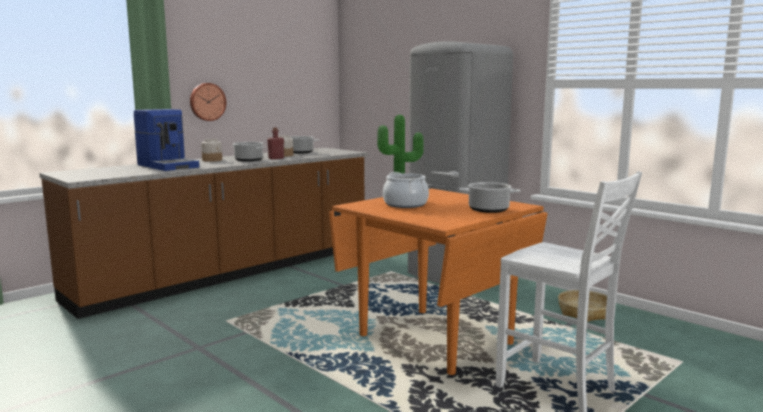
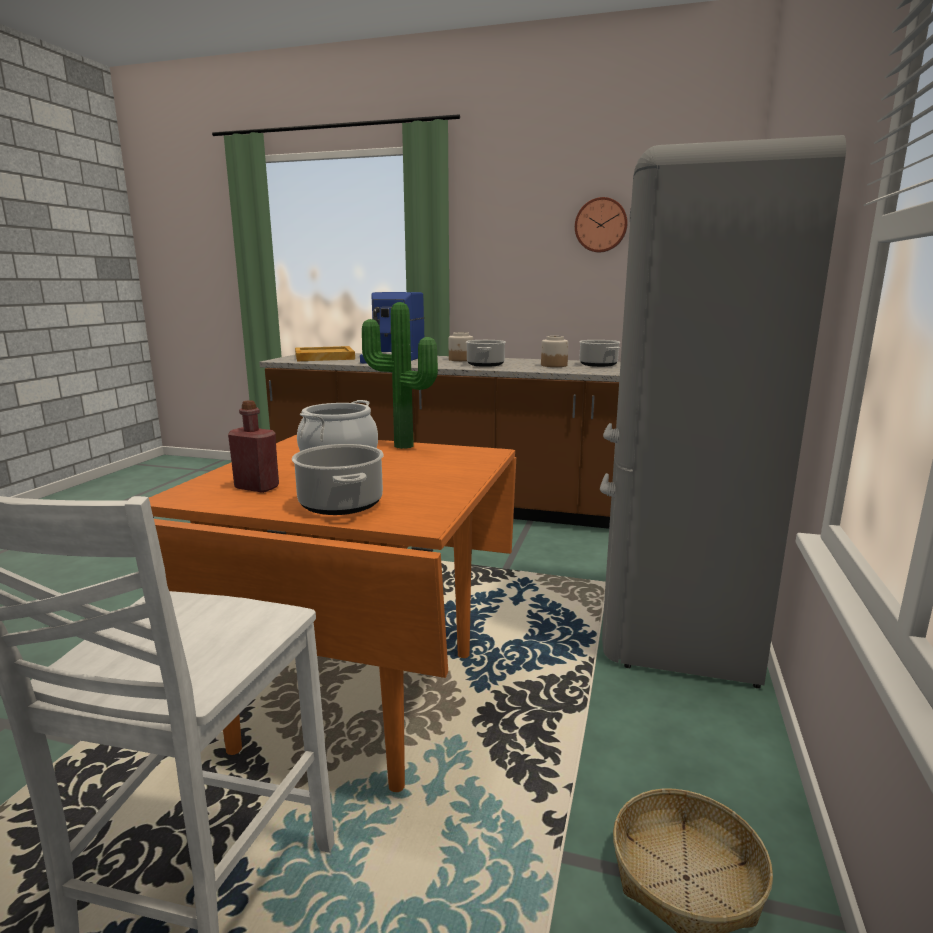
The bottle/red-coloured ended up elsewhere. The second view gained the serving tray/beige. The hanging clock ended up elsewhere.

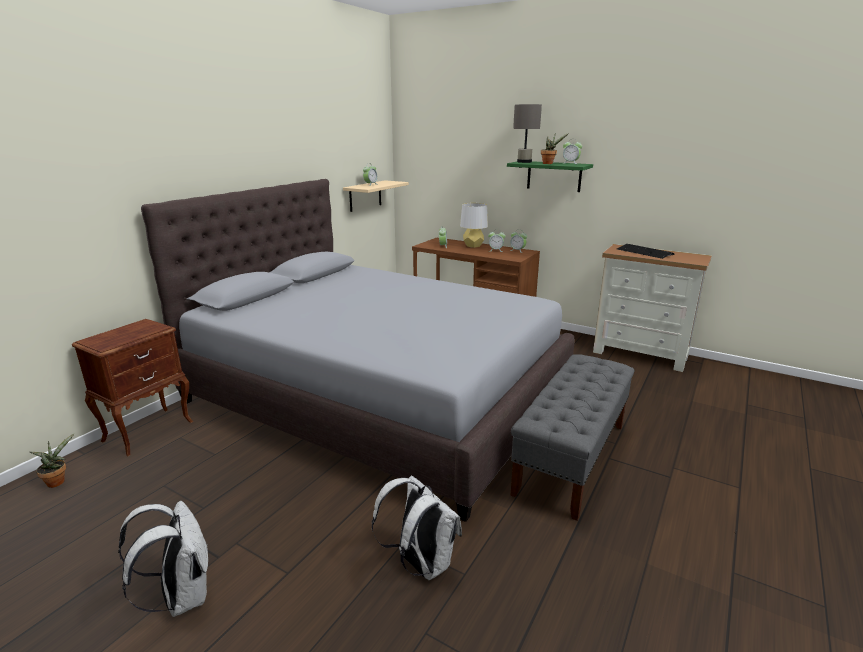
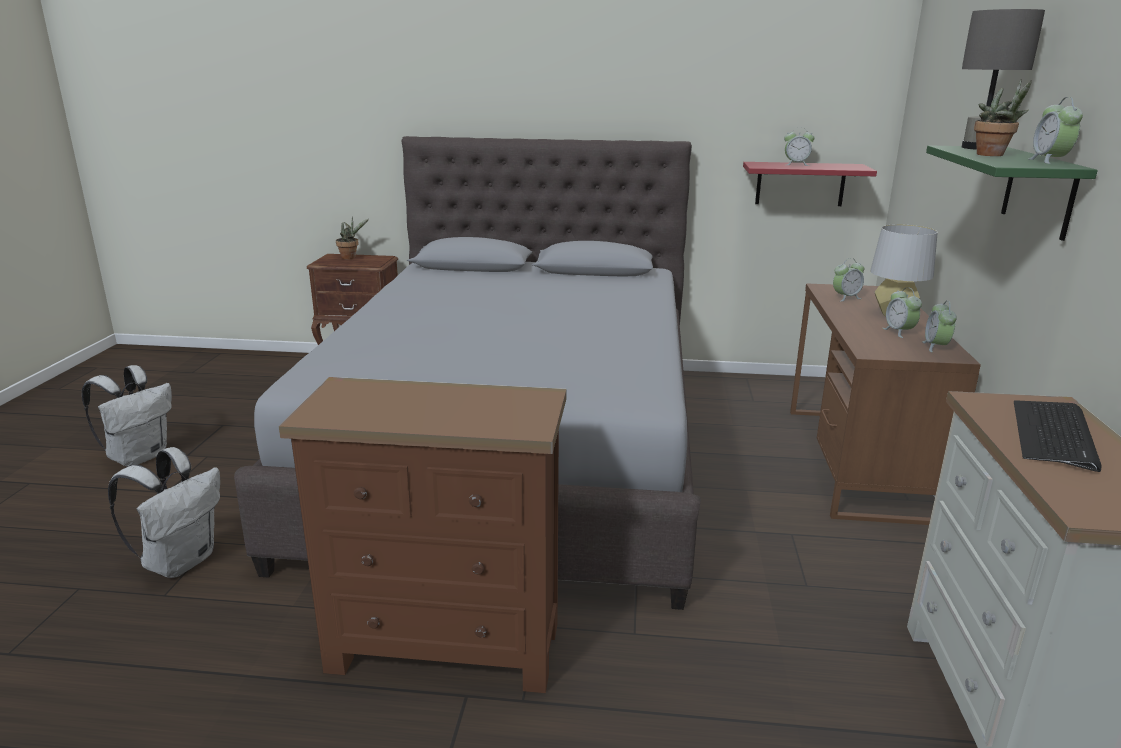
Where the bench/greyish stood, the dresser/brown came to stand. The houseplant (no. 1 from left) ended up elsewhere. What was the wall shelf/beige turned into the wall shelf/red-coloured.

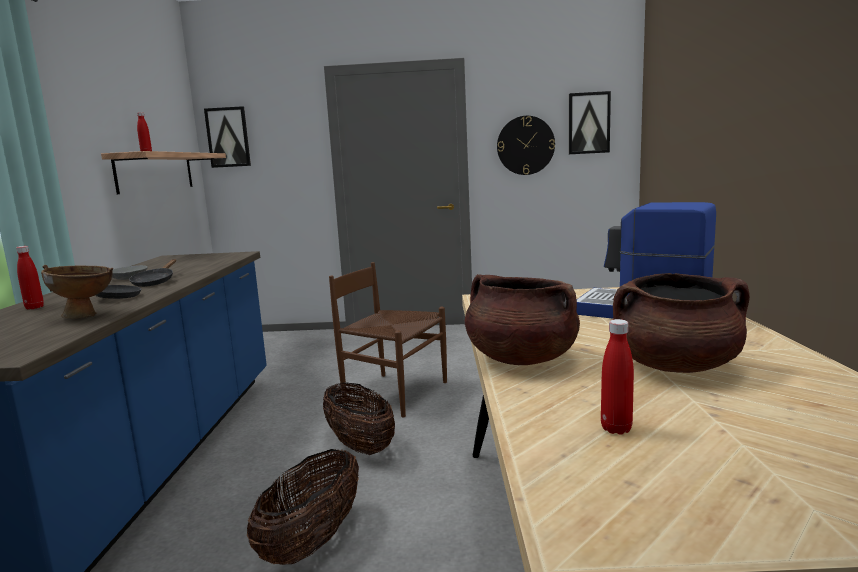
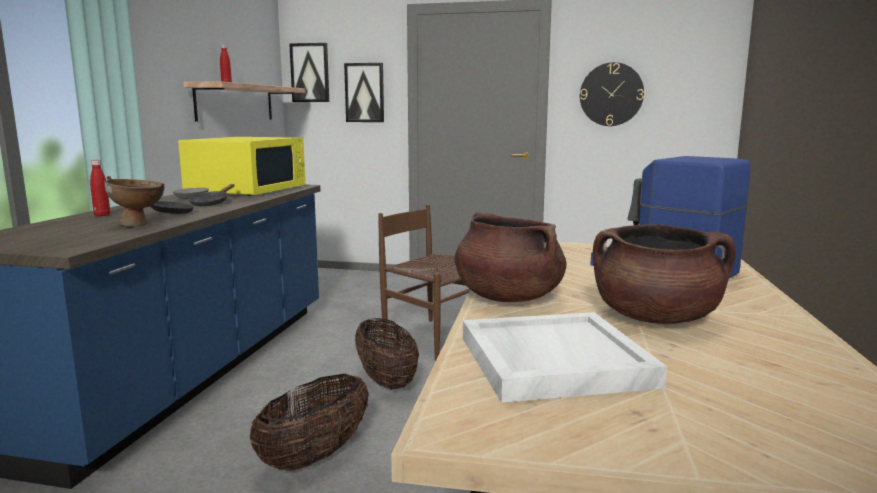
The second view gained the microwave oven/yellowish. The picture (no. 2 from left) ended up elsewhere. Where the bottle/red-coloured (no. 3 from left) stood, the serving tray/whitish came to stand.

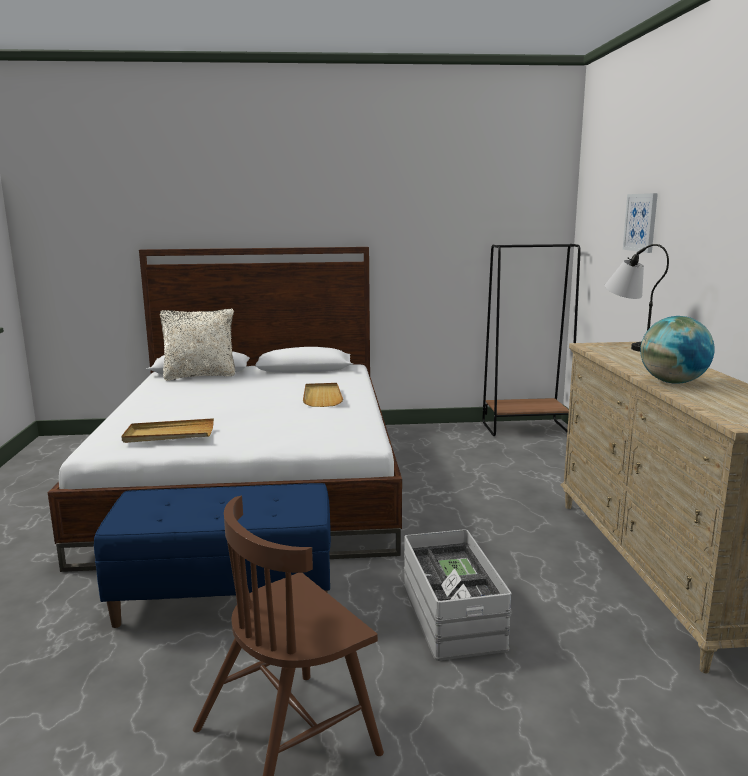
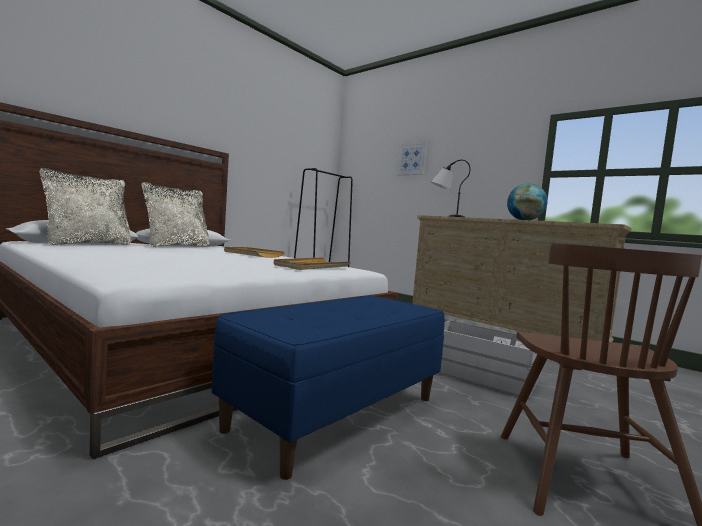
The second view gained the throw pillow/beige (no. 2 from left). The serving tray/beige (no. 1 from left in the first image) ended up elsewhere.

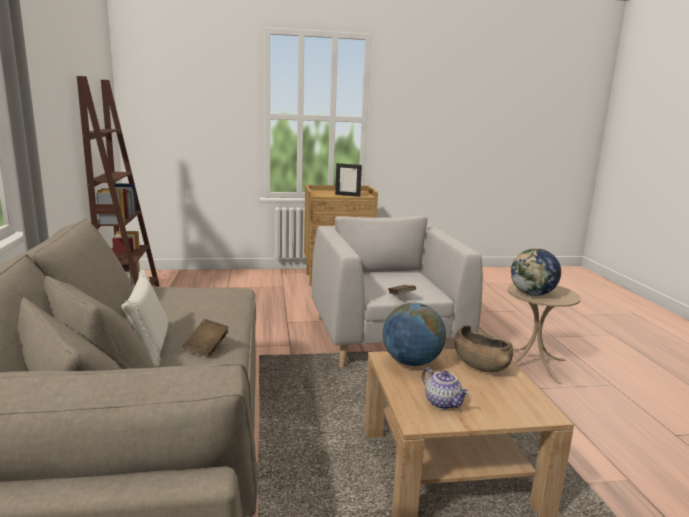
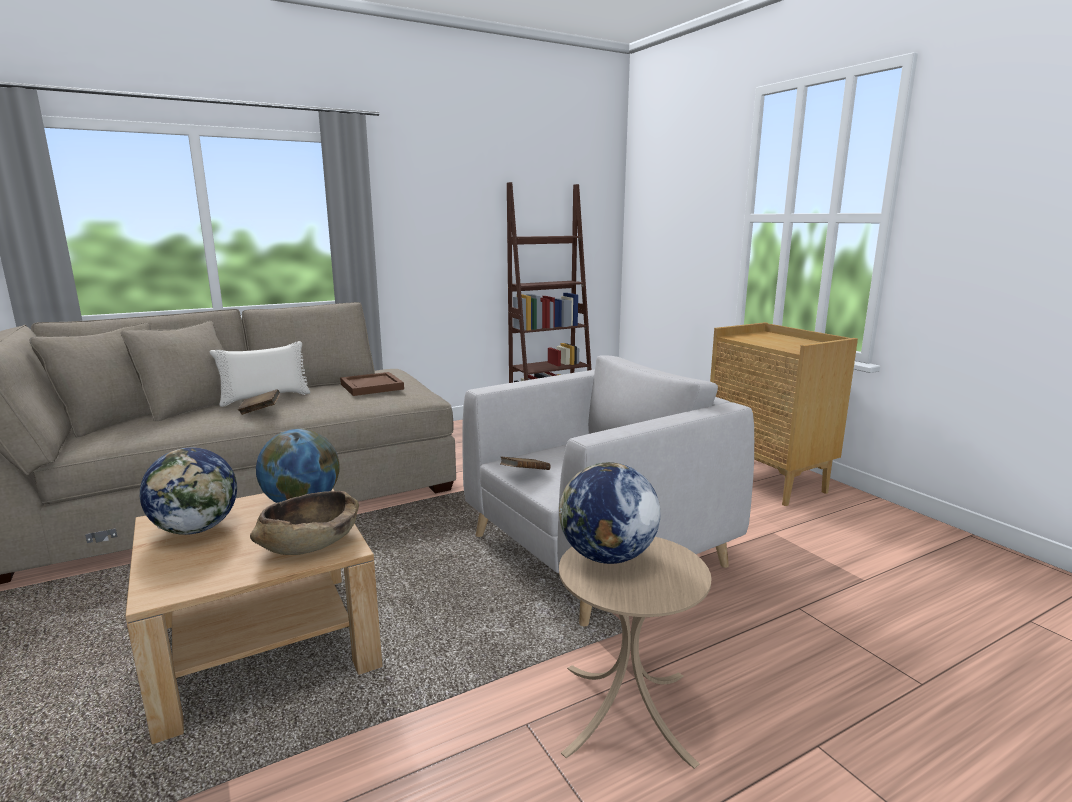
Where the pot for tea stood, the globe (no. 1 from left) came to stand. The second view gained the serving tray/brown. The second view lost the picture frame.

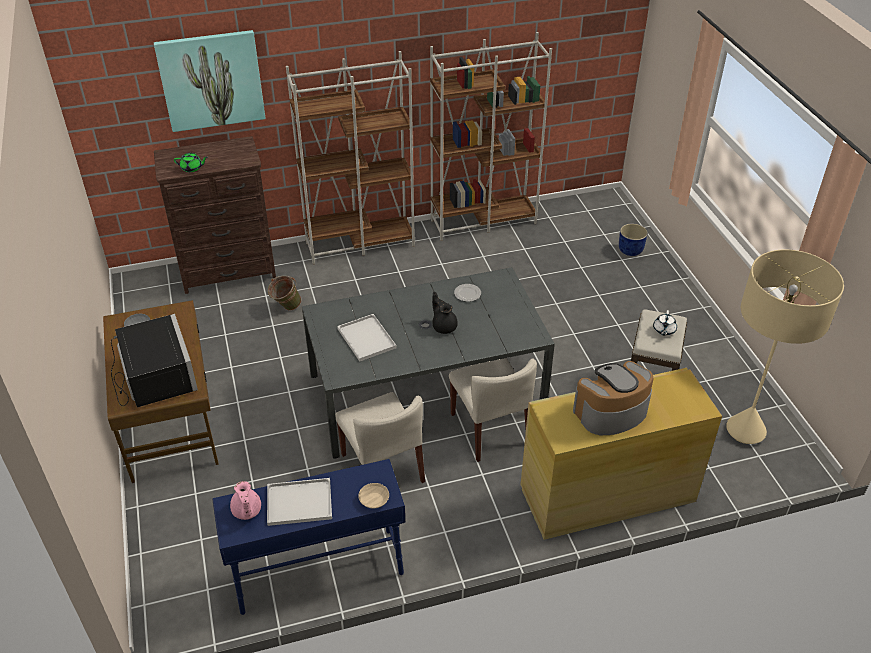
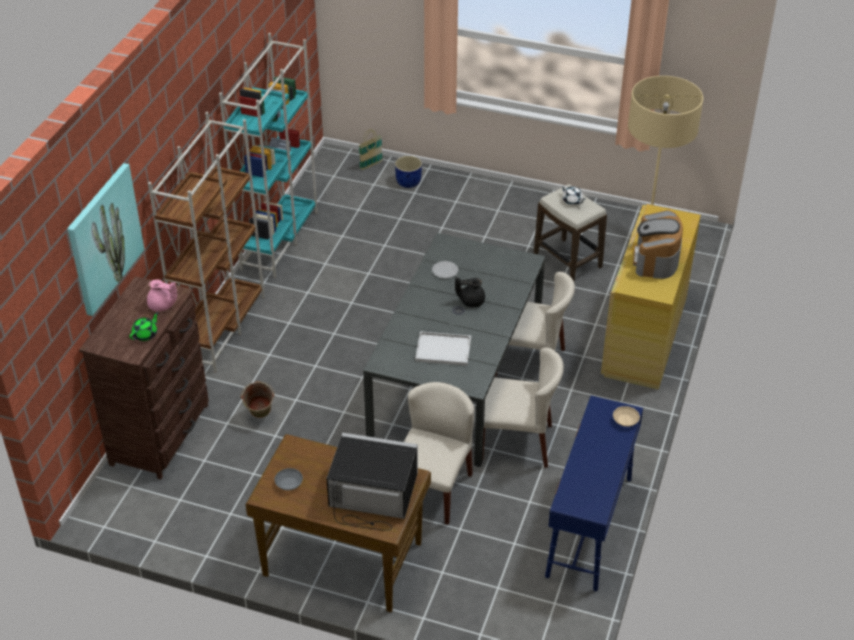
The pot for tea/pink ended up elsewhere. What was the bookshelf/brown (no. 2 from left) turned into the bookshelf/turquoise. The second view gained the basket. The second view gained the upright chair/beige (no. 1 from left). The second view lost the serving tray/whitish (no. 1 from left).

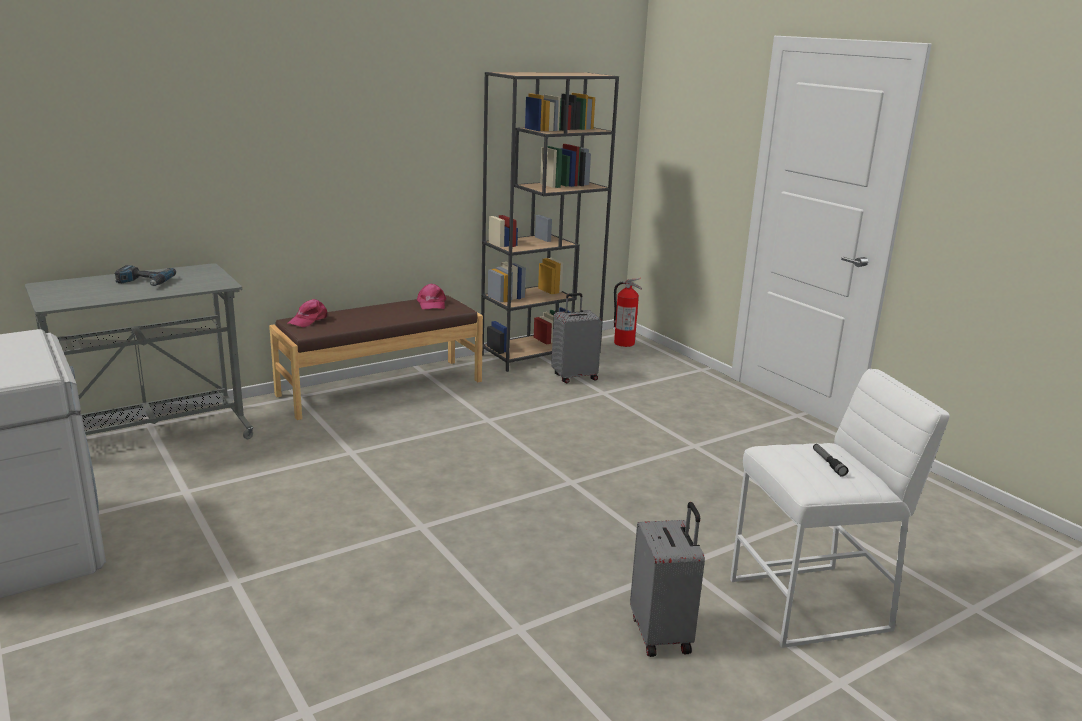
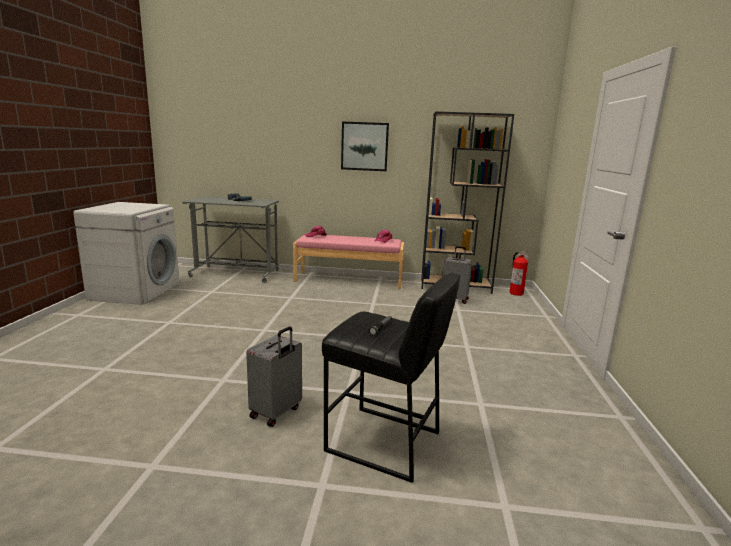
What was the bench/brown turned into the bench/pink. What was the sitting stool/whitish turned into the sitting stool/blackish. The second view gained the picture.

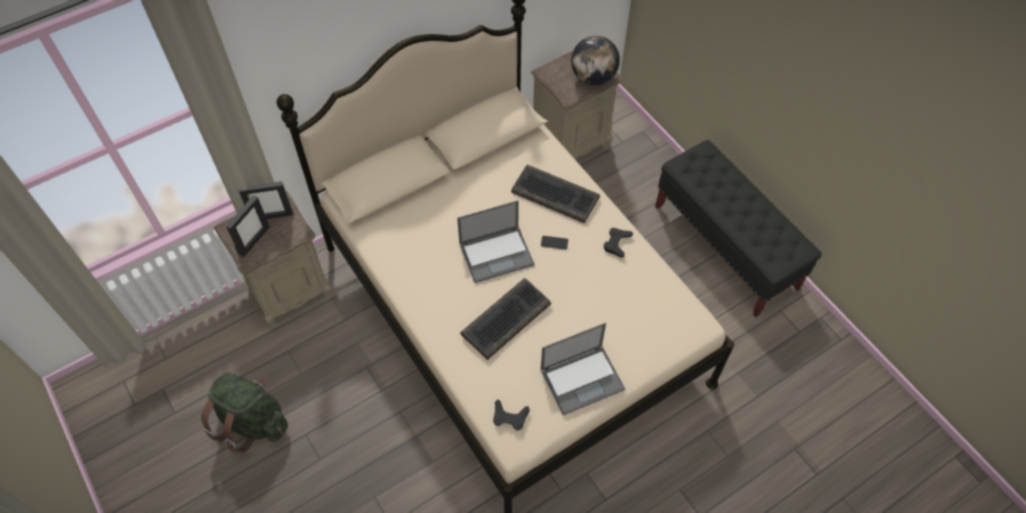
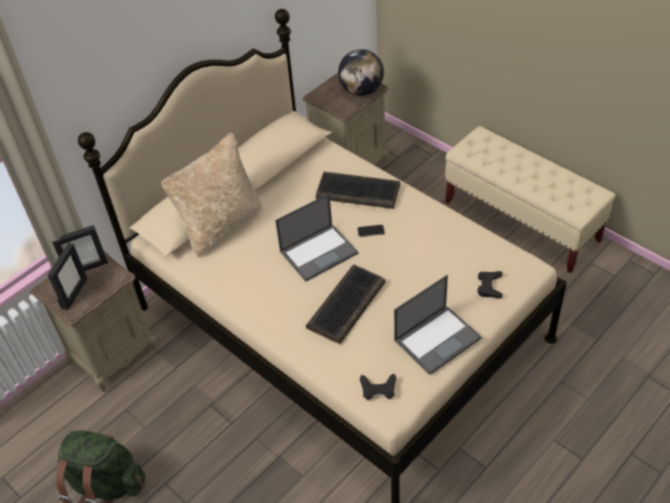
The second view gained the throw pillow/beige. What was the bench/blackish turned into the bench/beige. The game controller/blackish (no. 2 from left) ended up elsewhere.

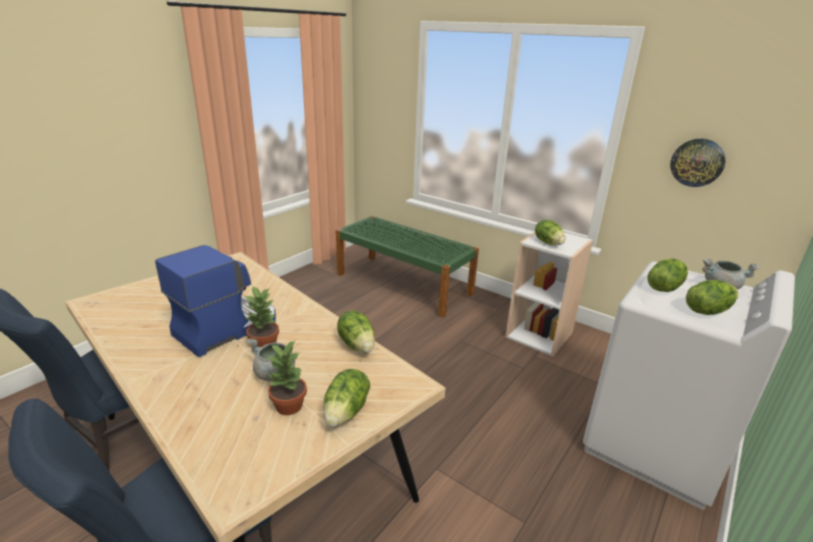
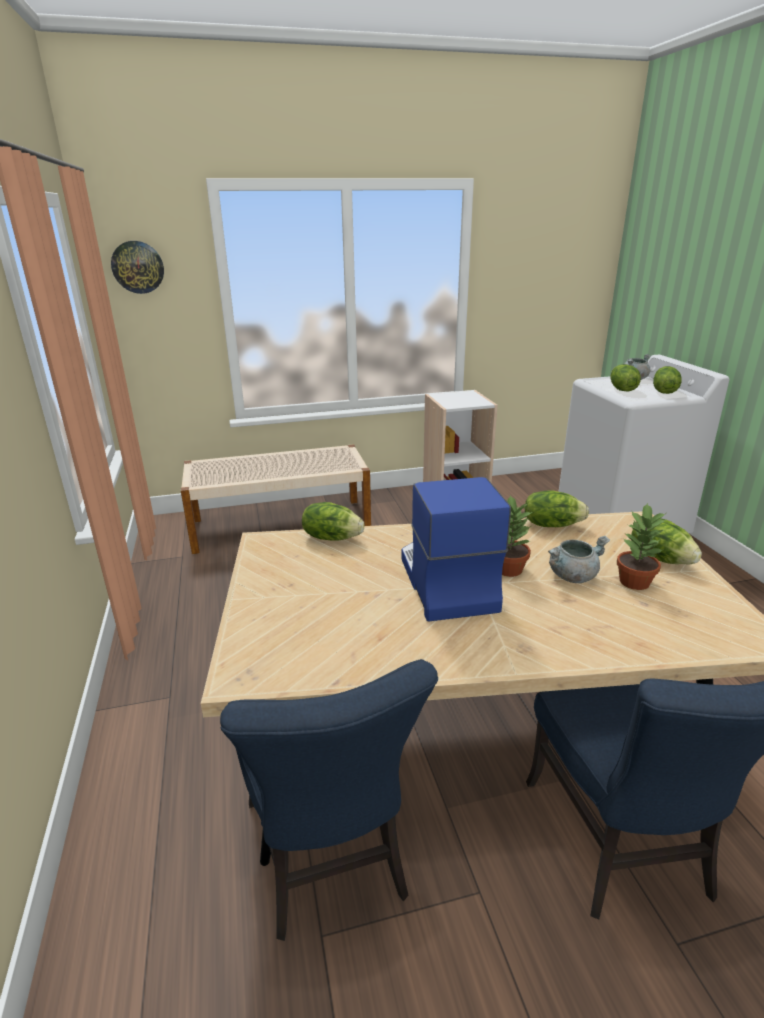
The hanging clock ended up elsewhere. What was the bench/green-coloured turned into the bench/beige. The head of lettuce (no. 3 from left in the first image) ended up elsewhere.

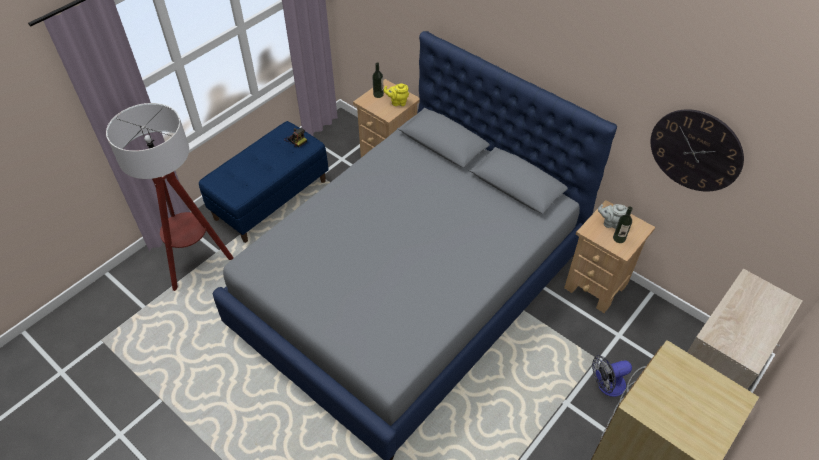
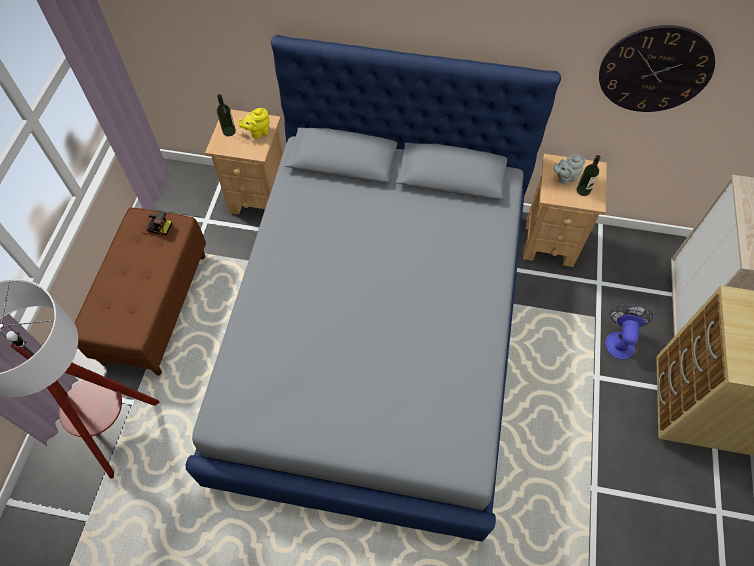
What was the bench/blue-coloured turned into the bench/brown. The cooling fan ended up facing another way, 150 degrees clockwise from before.

